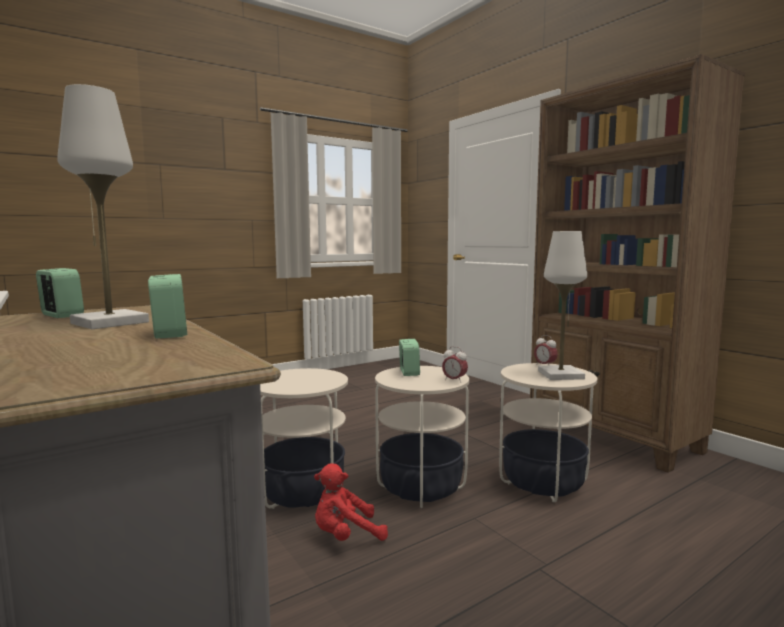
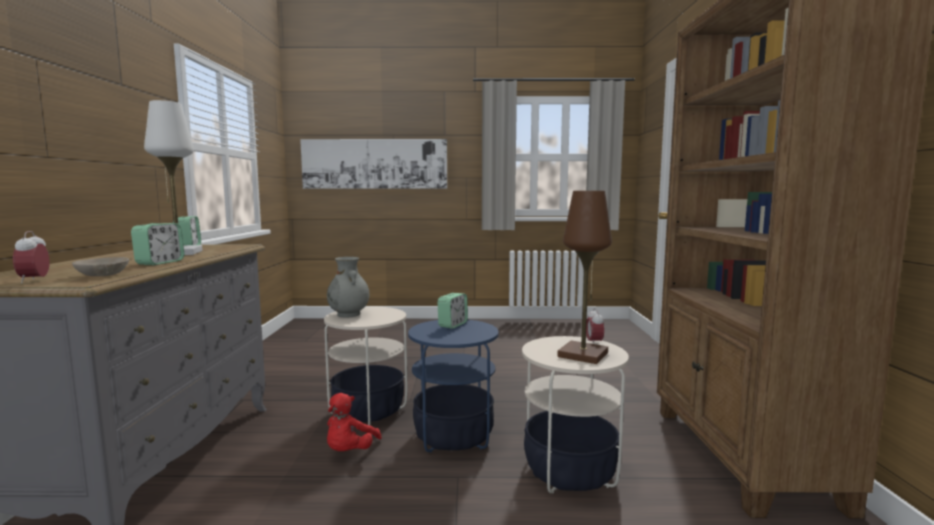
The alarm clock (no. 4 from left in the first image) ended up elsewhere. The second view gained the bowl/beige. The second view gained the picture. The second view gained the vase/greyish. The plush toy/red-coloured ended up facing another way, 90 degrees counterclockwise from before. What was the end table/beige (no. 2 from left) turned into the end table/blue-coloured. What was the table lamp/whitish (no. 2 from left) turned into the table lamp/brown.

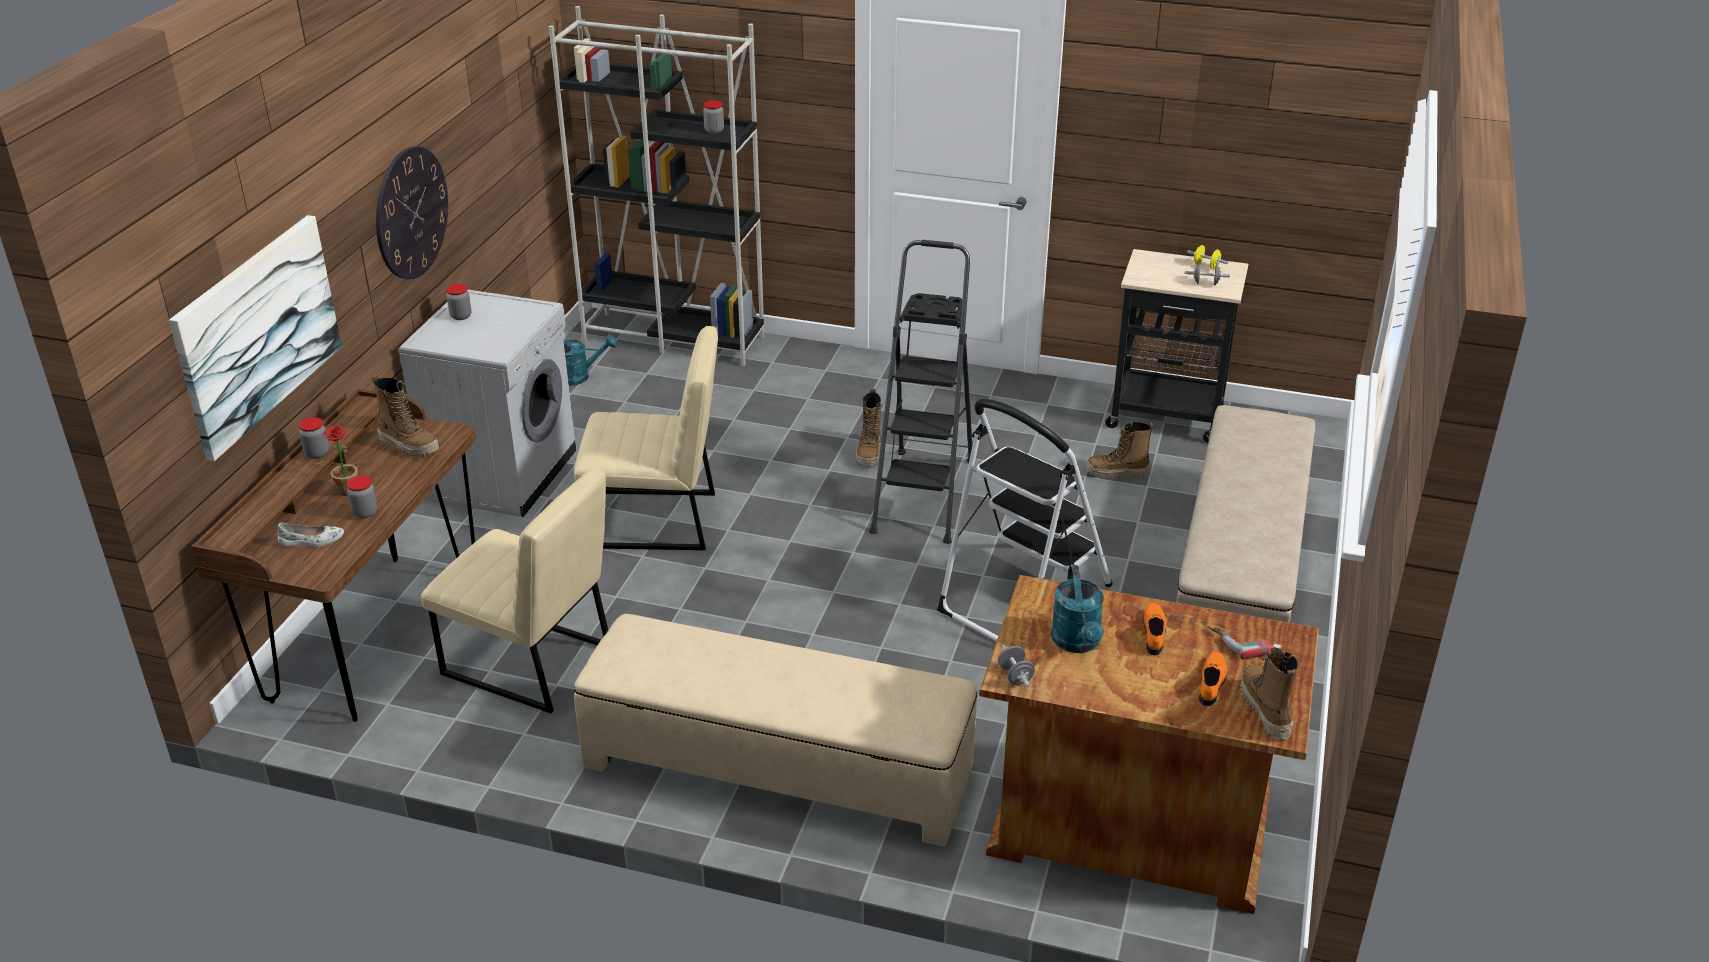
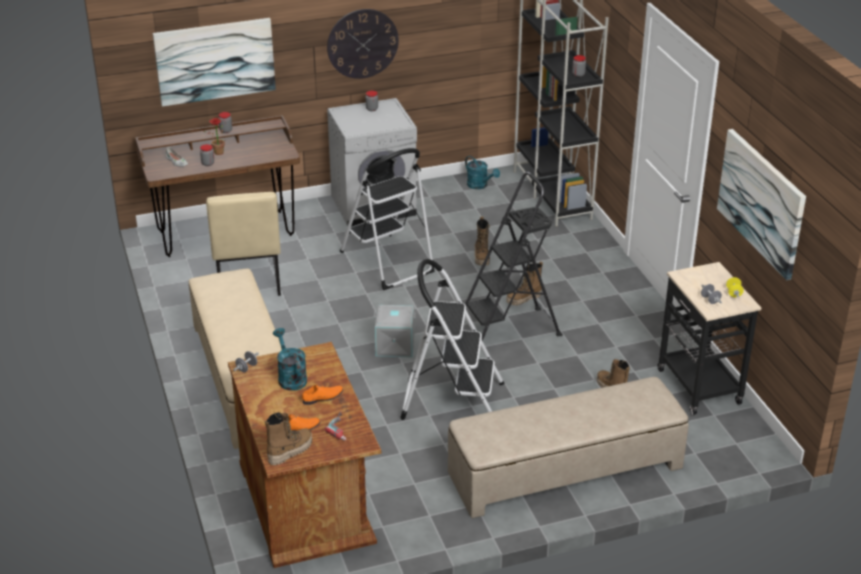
The watering can/turquoise (no. 2 from left in the first image) ended up facing another way, 105 degrees clockwise from before. Where the upright chair/beige (no. 2 from left) stood, the step stool (no. 1 from left) came to stand. The second view gained the storage container/greyish. The tall boot (no. 1 from left in the first image) ended up elsewhere. The second view gained the picture (no. 2 from left).

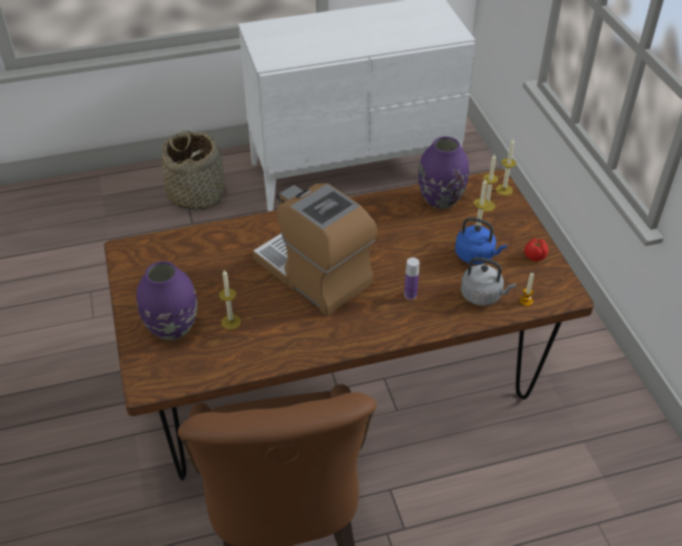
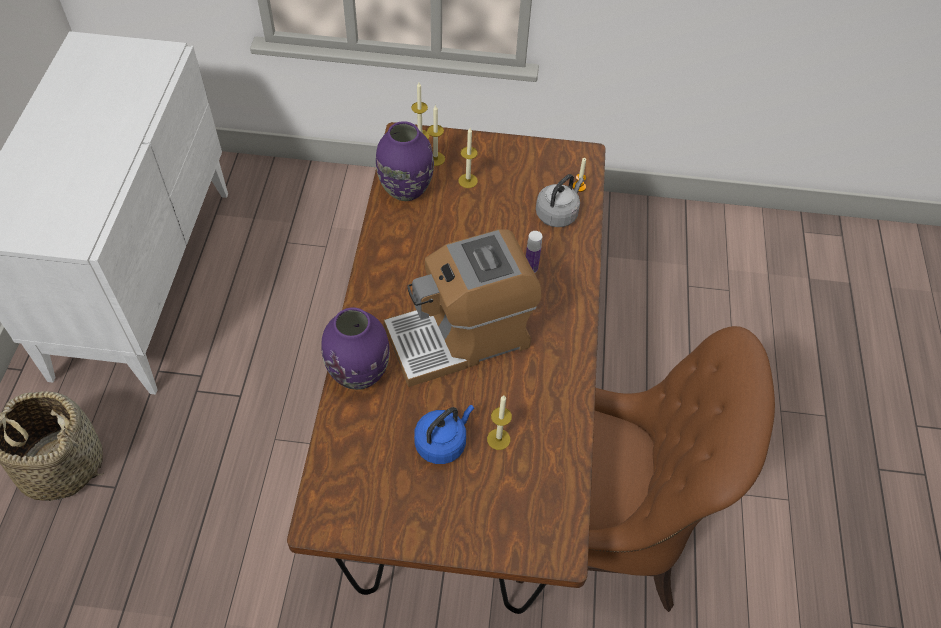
The vase/purple-coloured (no. 1 from left) ended up elsewhere. The kettle/blue-coloured ended up elsewhere. The second view lost the whole tomato.

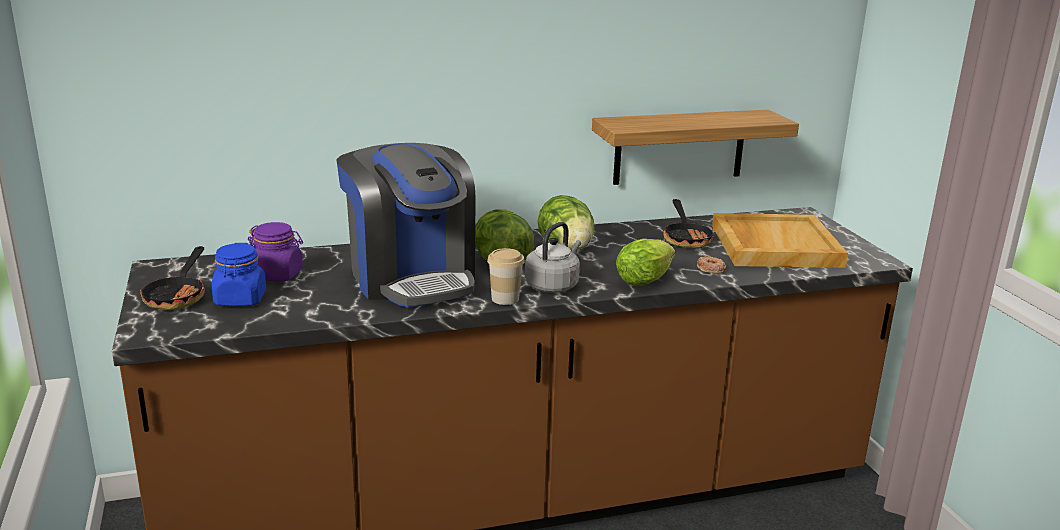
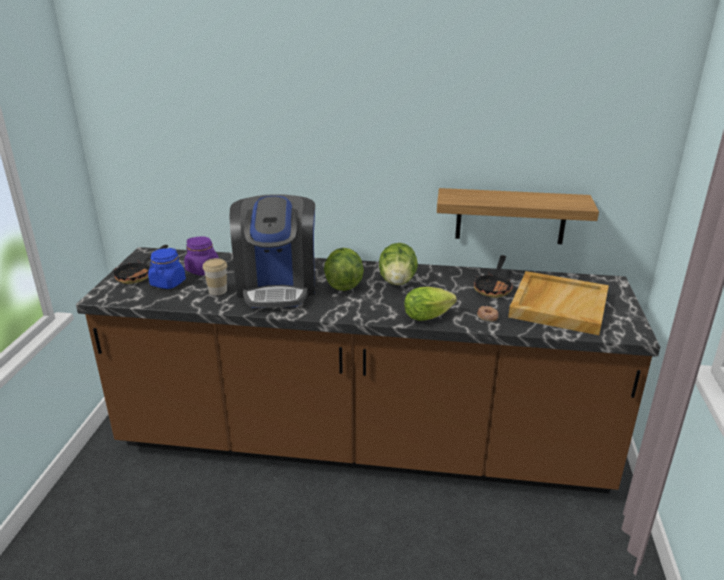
The cup ended up elsewhere. The second view lost the kettle/greyish.

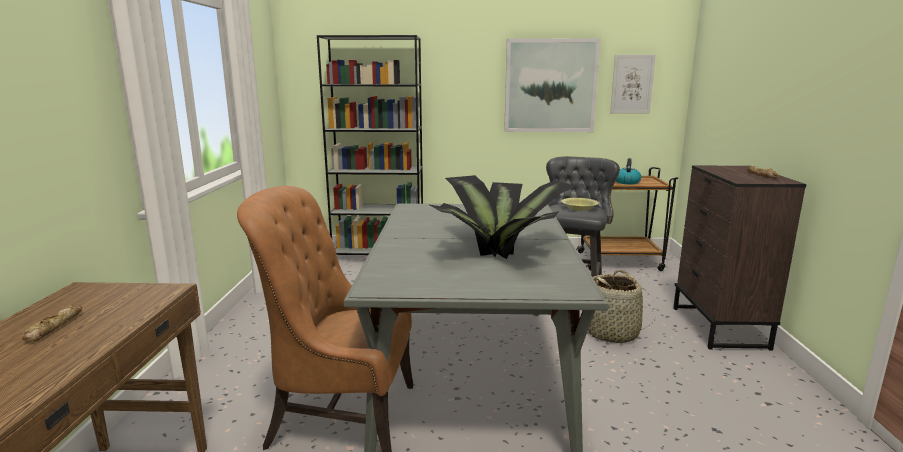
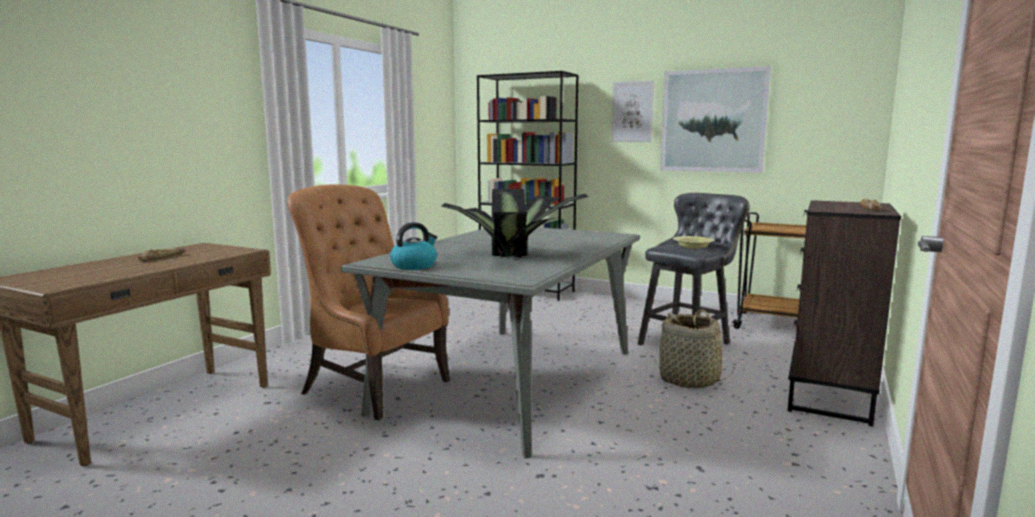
The kettle ended up elsewhere. The picture (no. 2 from left in the first image) ended up elsewhere.

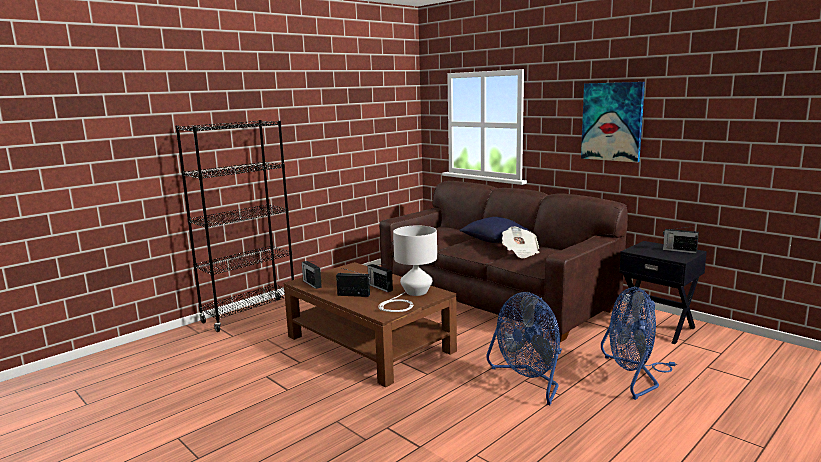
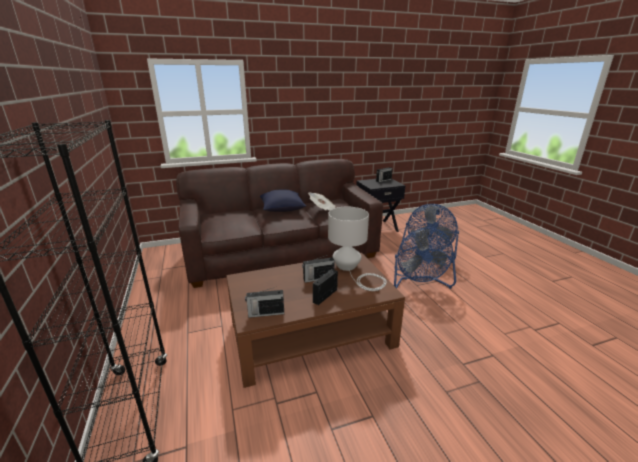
The second view lost the picture.

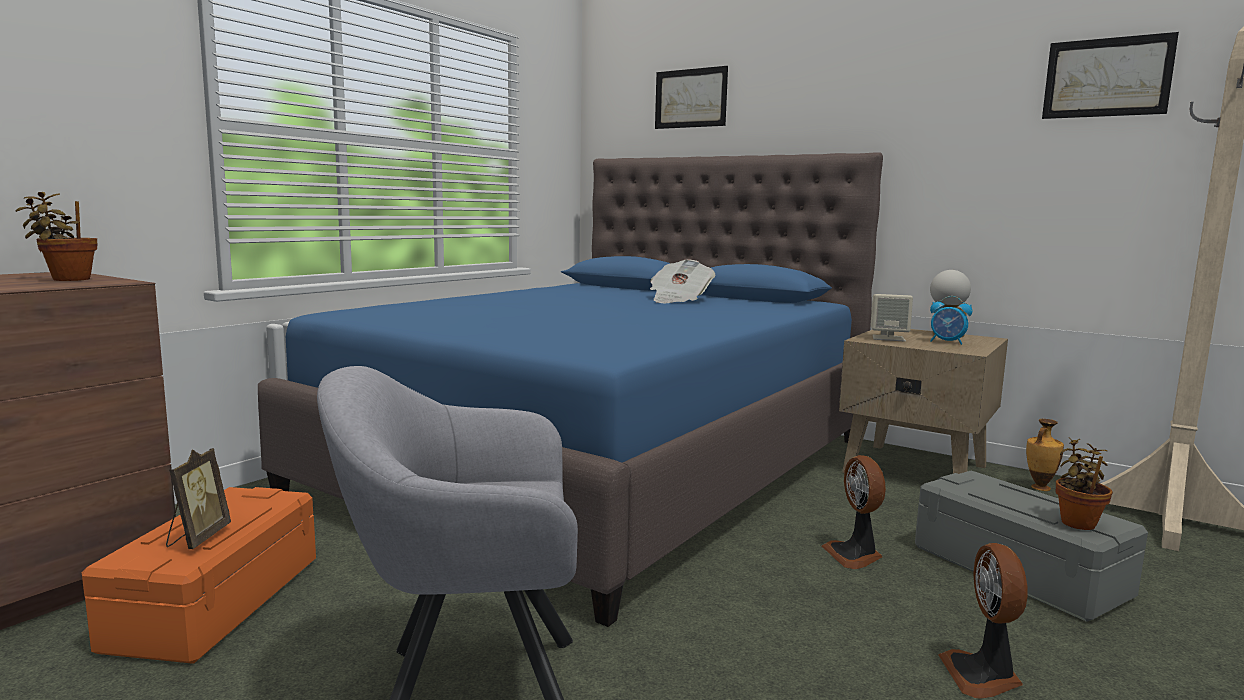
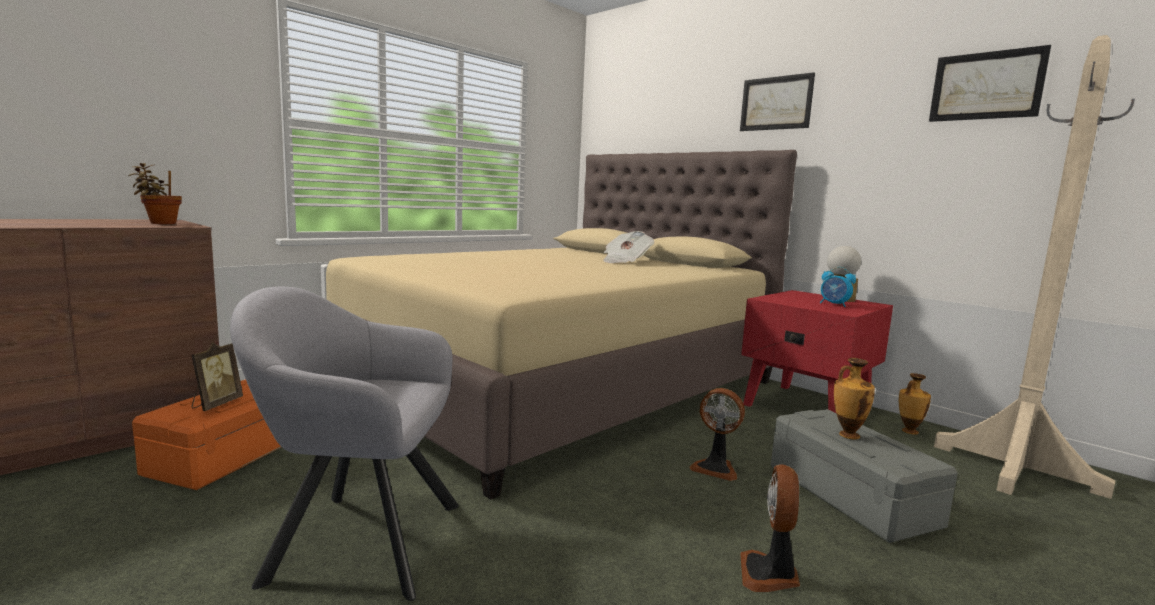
What was the bedroom bed/blue-coloured turned into the bedroom bed/beige. The cooling fan (no. 1 from left) ended up facing another way, 60 degrees counterclockwise from before. The picture (no. 1 from left) ended up elsewhere. What was the night table/beige turned into the night table/red-coloured. The second view gained the vase (no. 1 from left). The second view lost the speaker/beige. The second view lost the houseplant (no. 2 from left).

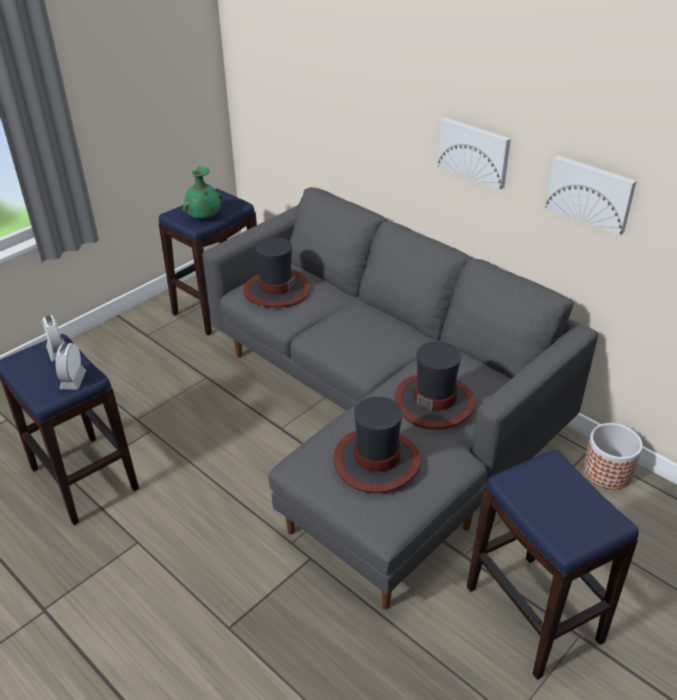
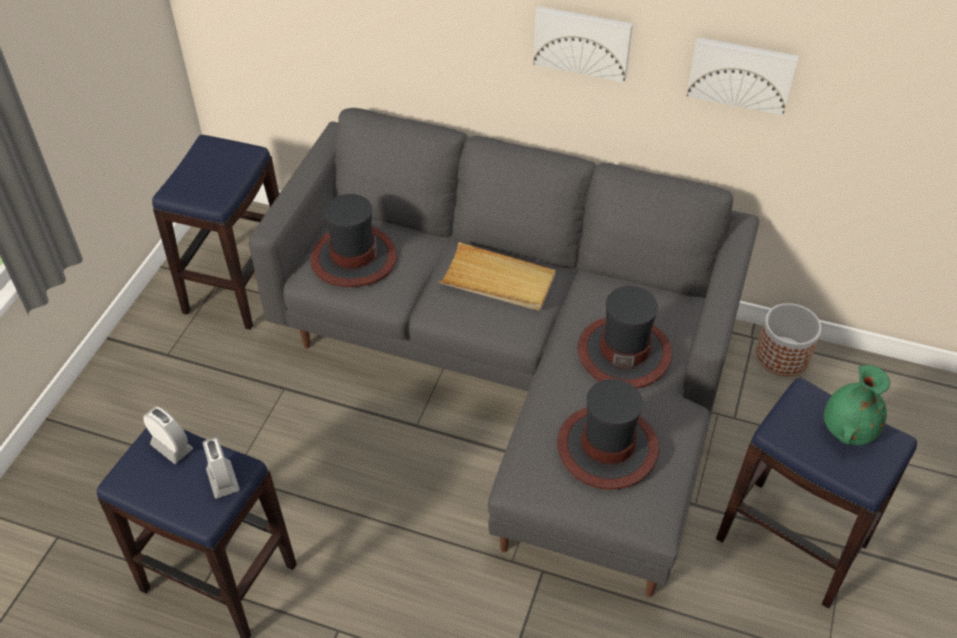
The second view gained the serving tray/beige. The vase/green-coloured ended up elsewhere.

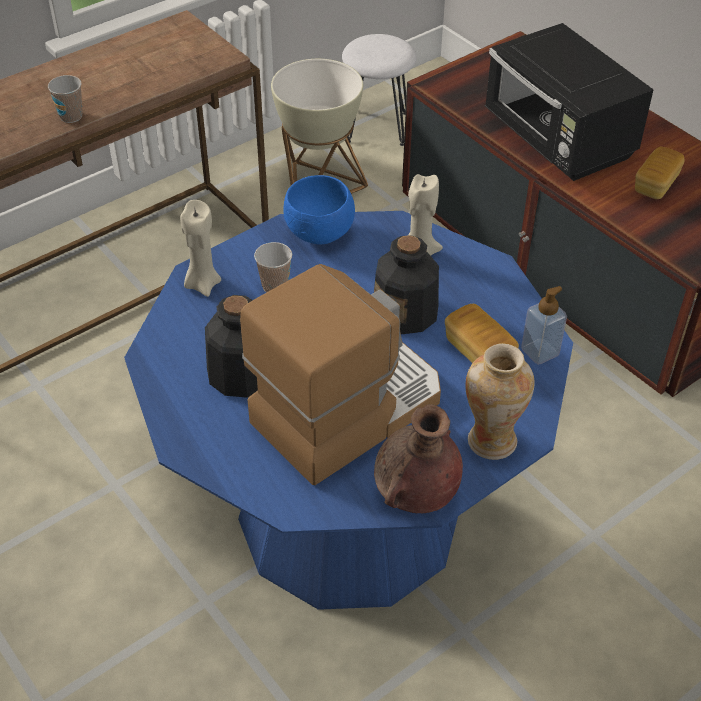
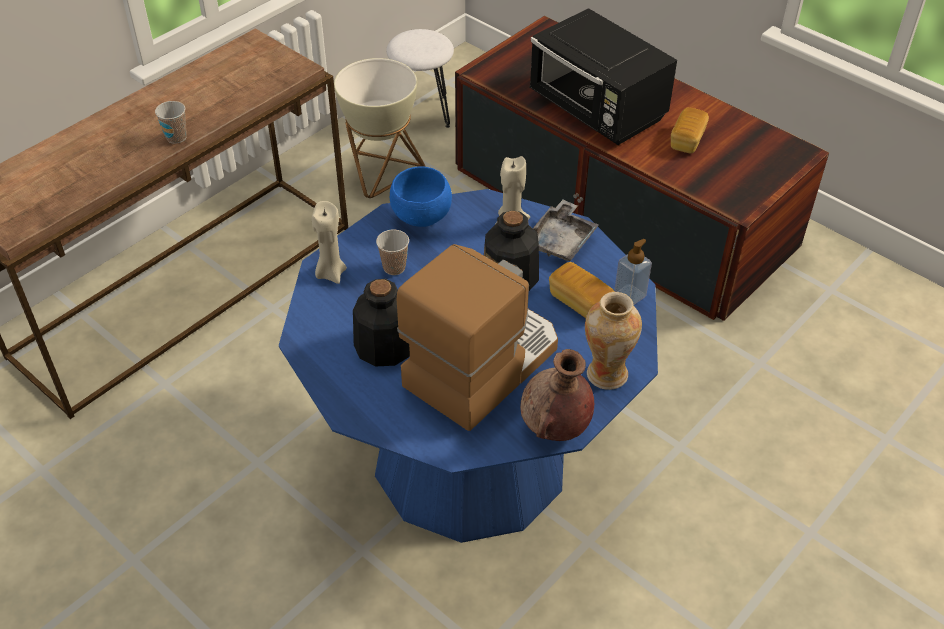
The second view gained the serving tray/greyish.

